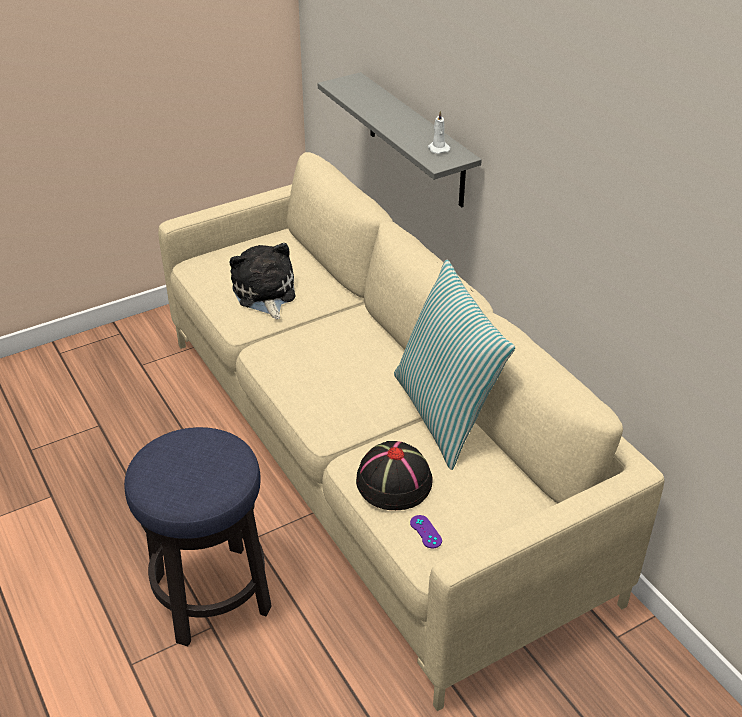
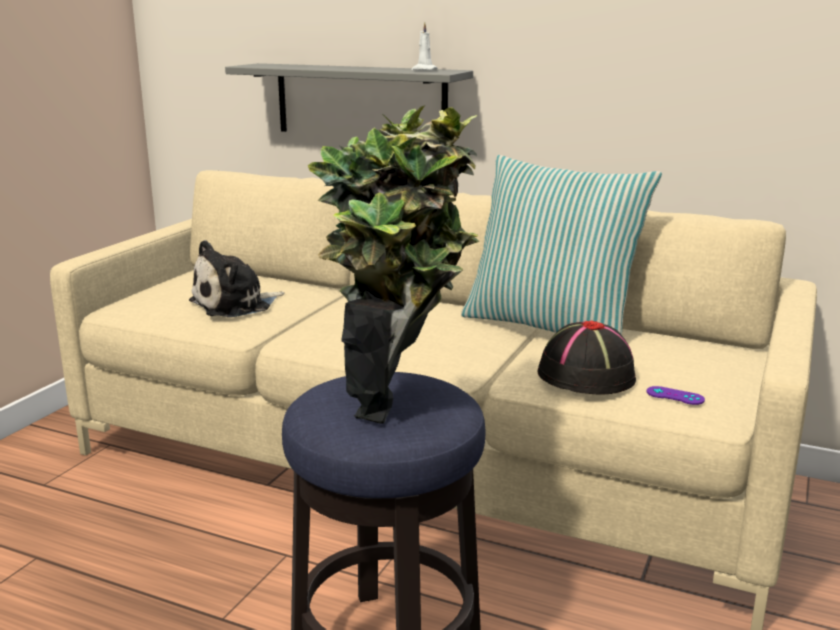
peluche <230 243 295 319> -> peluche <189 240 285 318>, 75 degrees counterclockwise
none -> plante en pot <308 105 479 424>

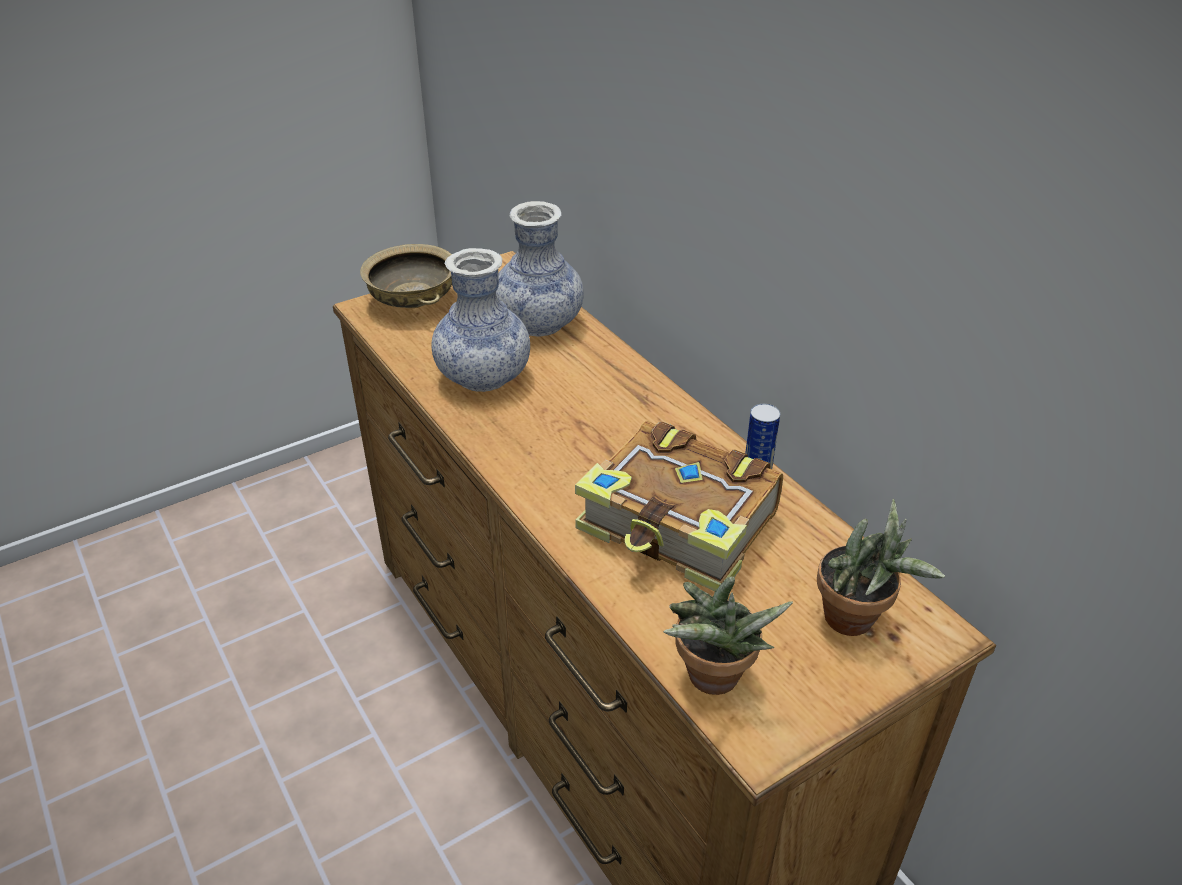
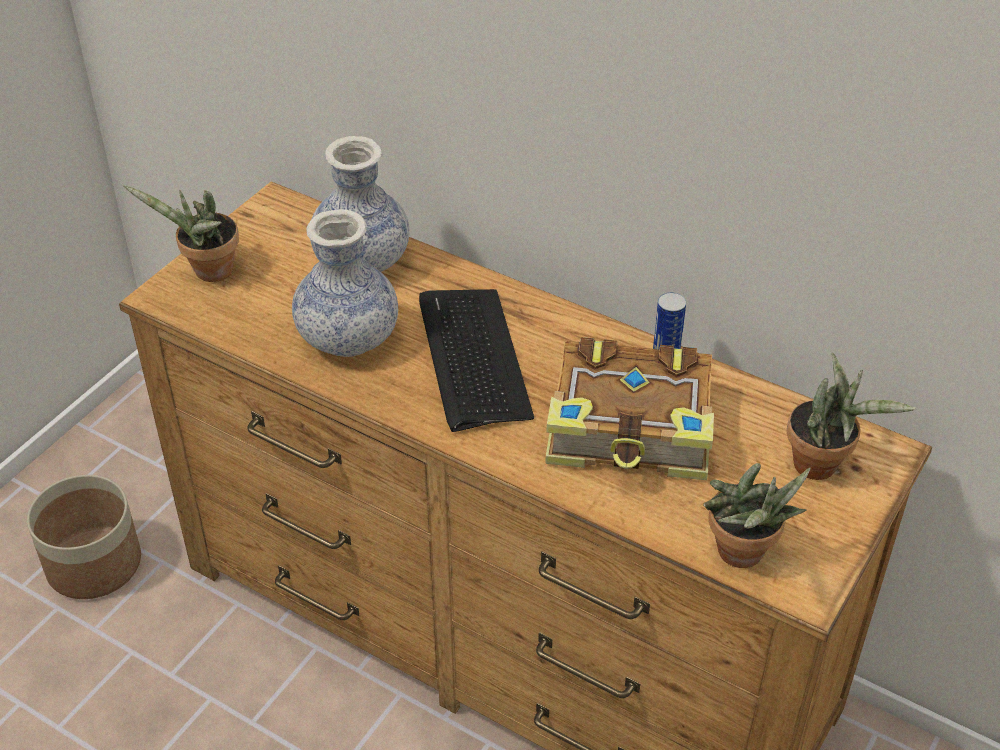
none -> cache-pot <27 475 141 599>
bol/beige <360 244 452 308> -> plante en pot <123 185 239 282>
none -> clavier <419 289 534 432>

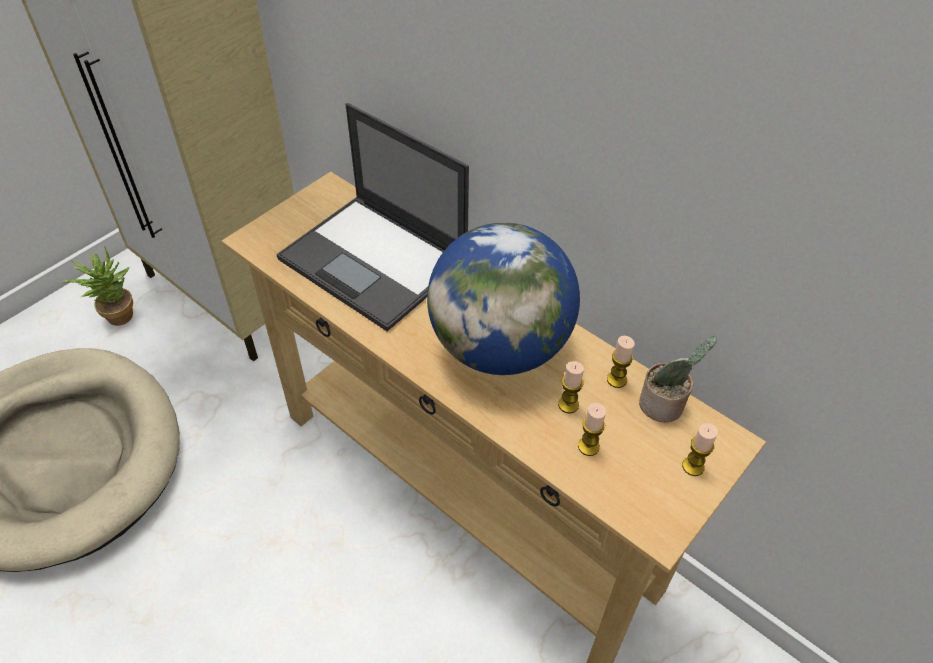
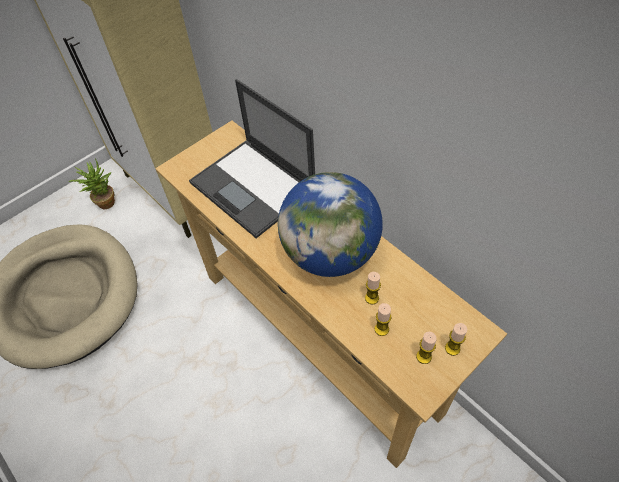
bougie <607 336 635 388> -> bougie <416 332 436 364>, move
plante en pot <639 336 717 422> -> none

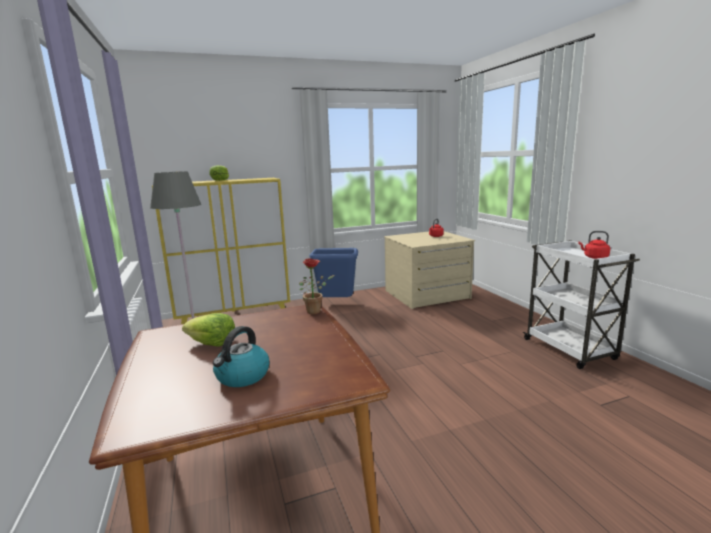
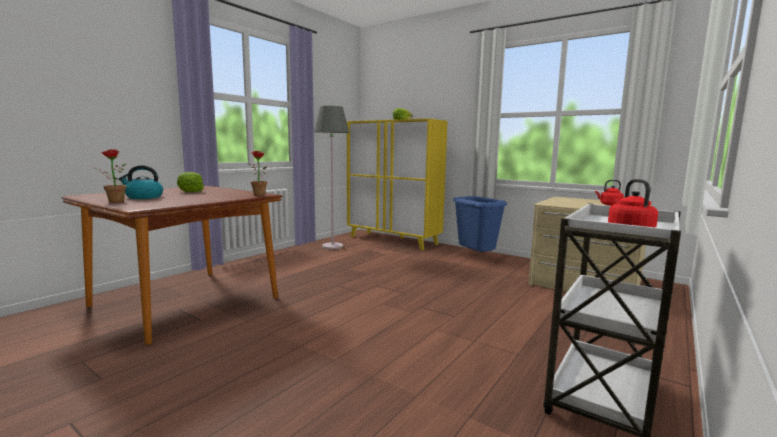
none -> plante en pot <92 149 126 203>

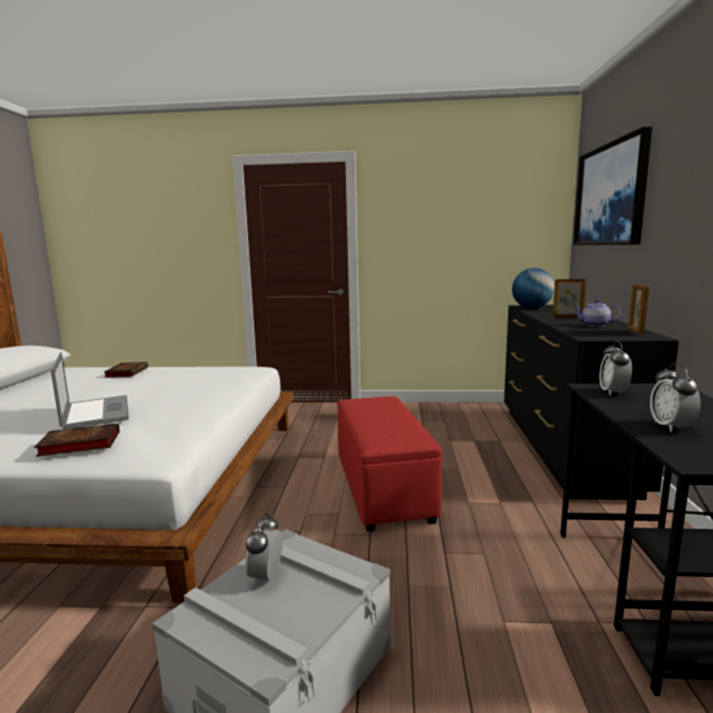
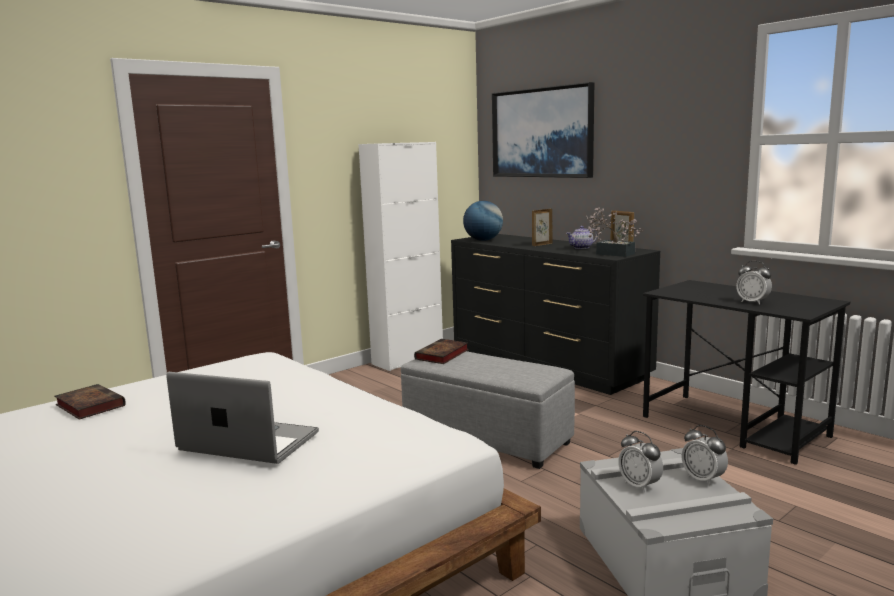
none -> meuble de rangement/blanc <359 142 443 371>
pouf/rouge <337 396 442 532> -> pouf/gris <401 351 575 469>
livre <34 423 120 457> -> livre <414 339 469 364>, move
none -> plante en pot <586 208 642 257>
réveil <599 341 632 396> -> réveil <682 425 728 486>, move

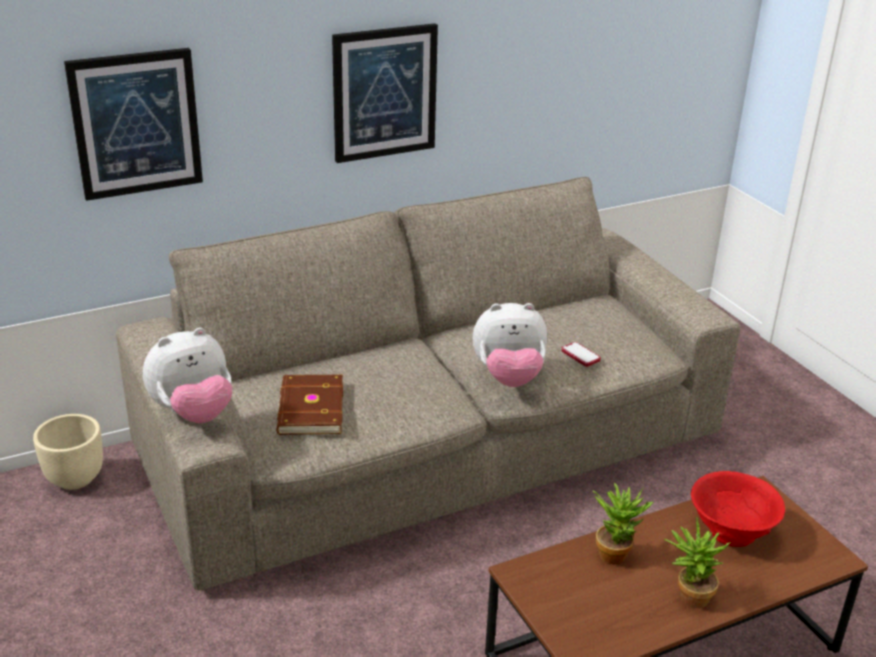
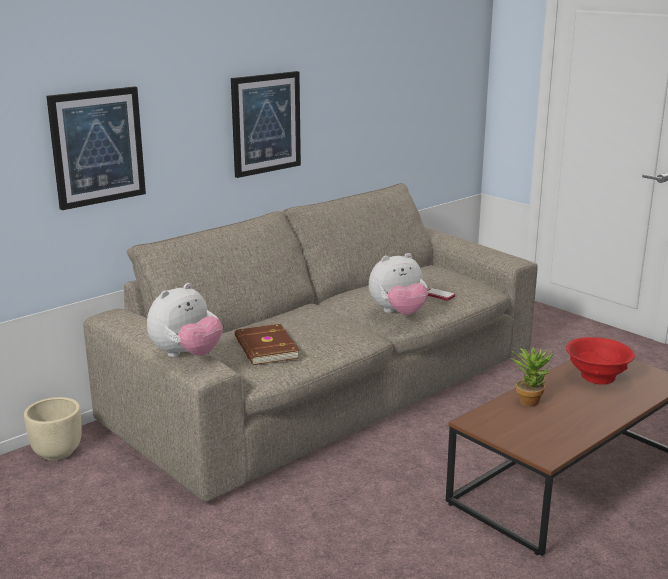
plante en pot <664 518 731 608> -> none

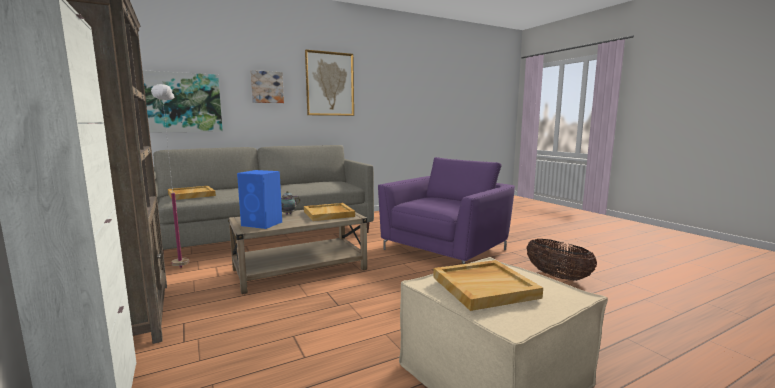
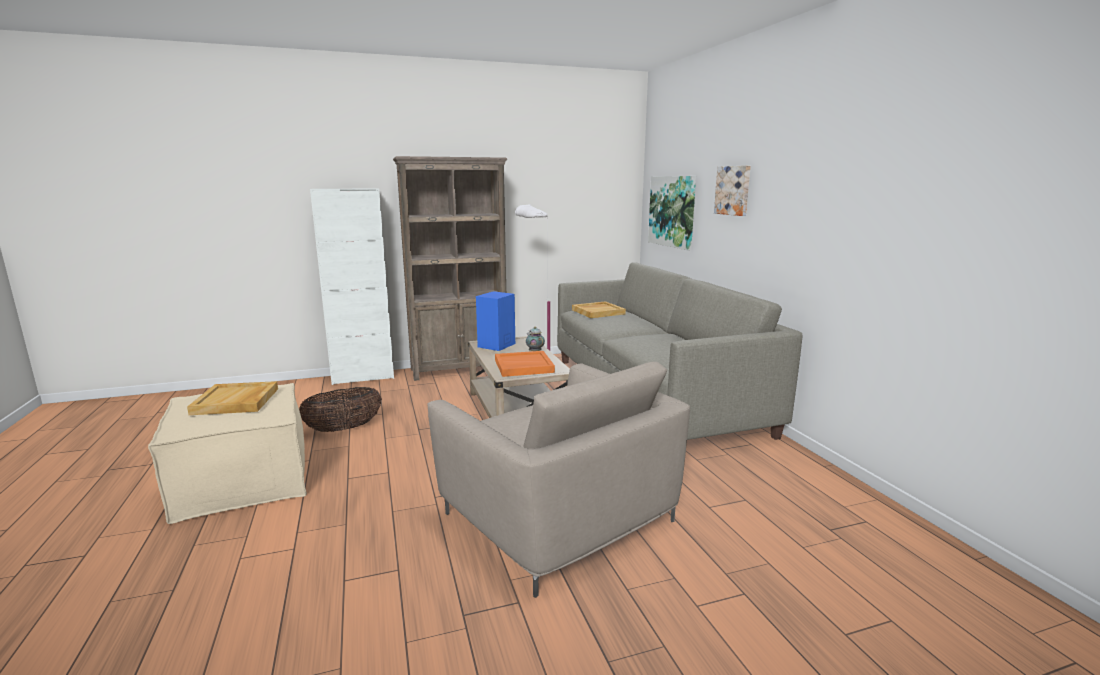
panier <526 239 597 281> -> panier <299 387 382 432>, move
fauteuil/violet <378 157 515 264> -> fauteuil/beige <427 362 690 598>
plateau/beige <304 203 355 221> -> plateau/orange <495 351 555 377>
tableau <305 50 354 116> -> none

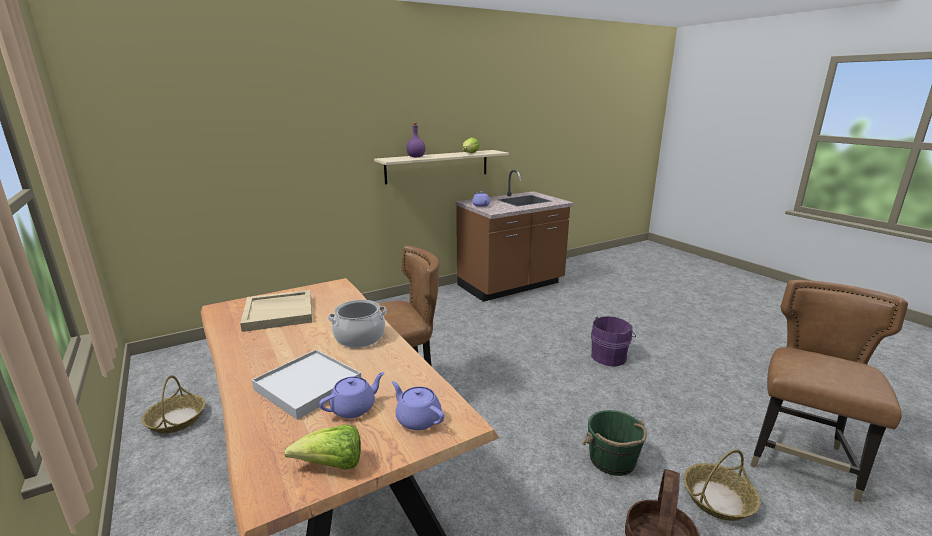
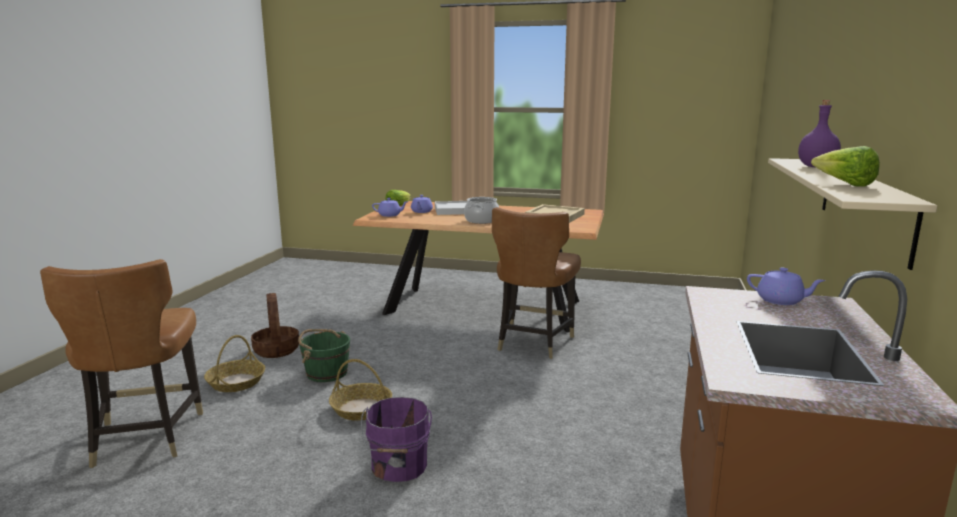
panier <142 375 205 434> -> panier <329 359 392 421>, move

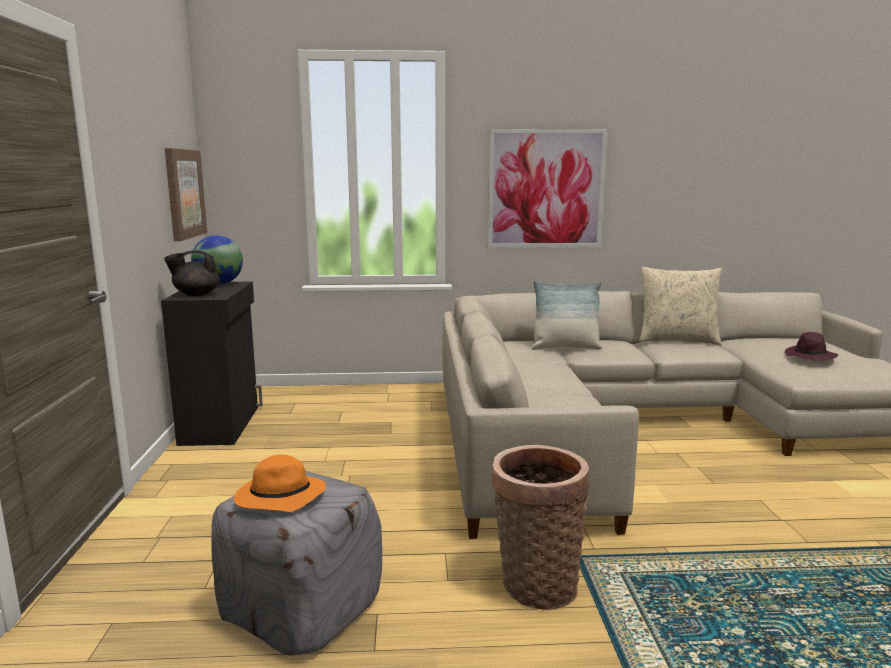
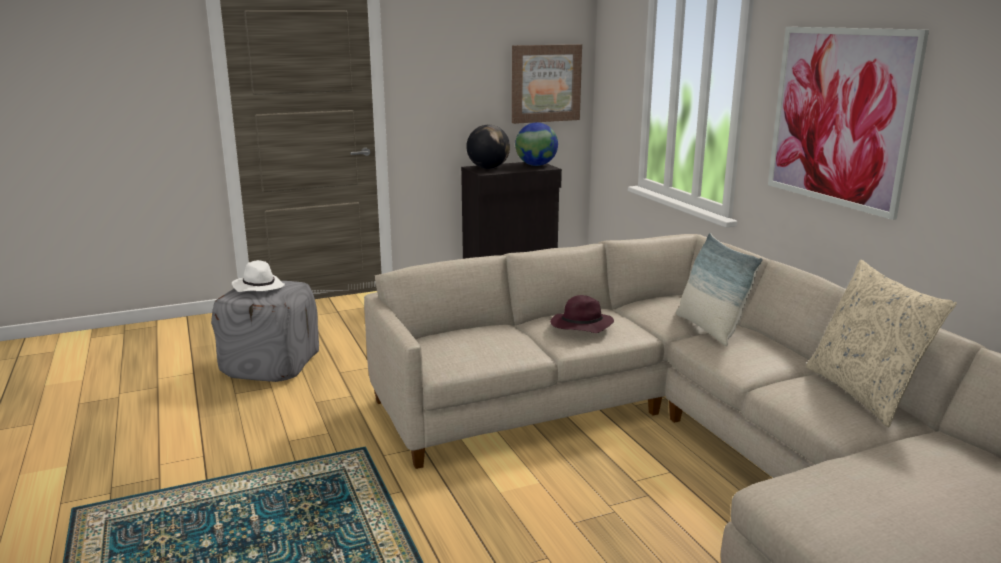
chapeau/orange <234 454 326 512> -> chapeau/blanc <232 260 285 292>
théière/noir <164 250 220 296> -> globe <466 125 510 169>
chapeau/violet <785 332 838 361> -> chapeau/violet <550 295 614 333>, move
panier <491 445 590 610> -> none

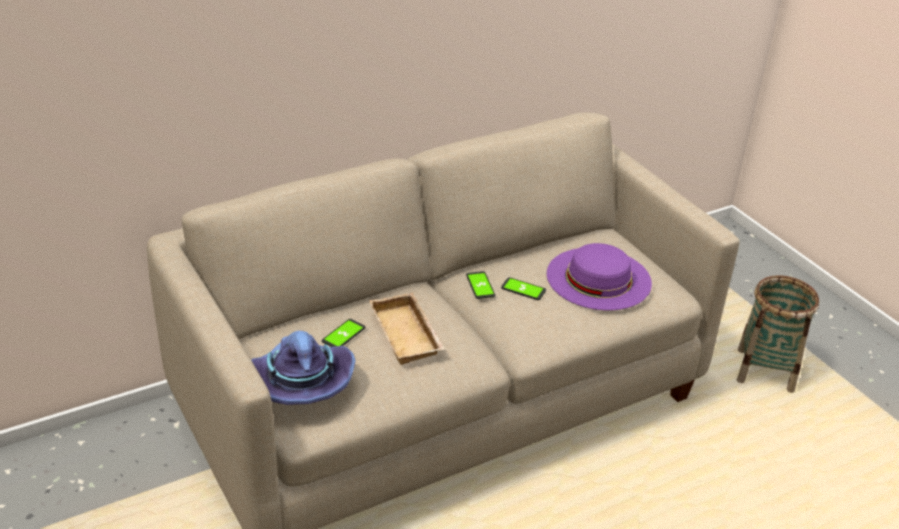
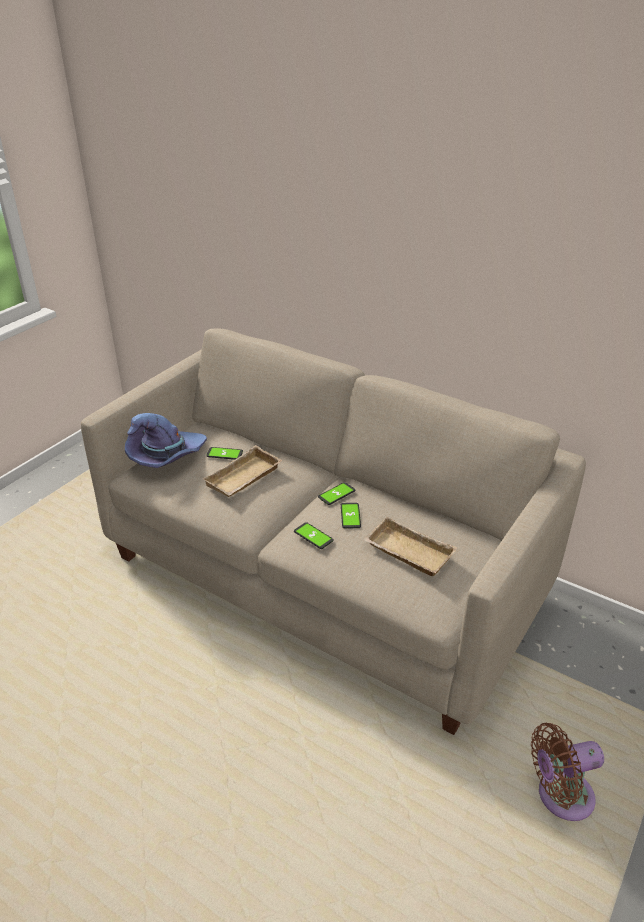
none -> téléphone <294 522 334 549>
chapeau/violet <547 243 652 310> -> plateau/beige <363 517 457 576>
panier <737 275 819 393> -> ventilateur/marron <531 723 604 821>

